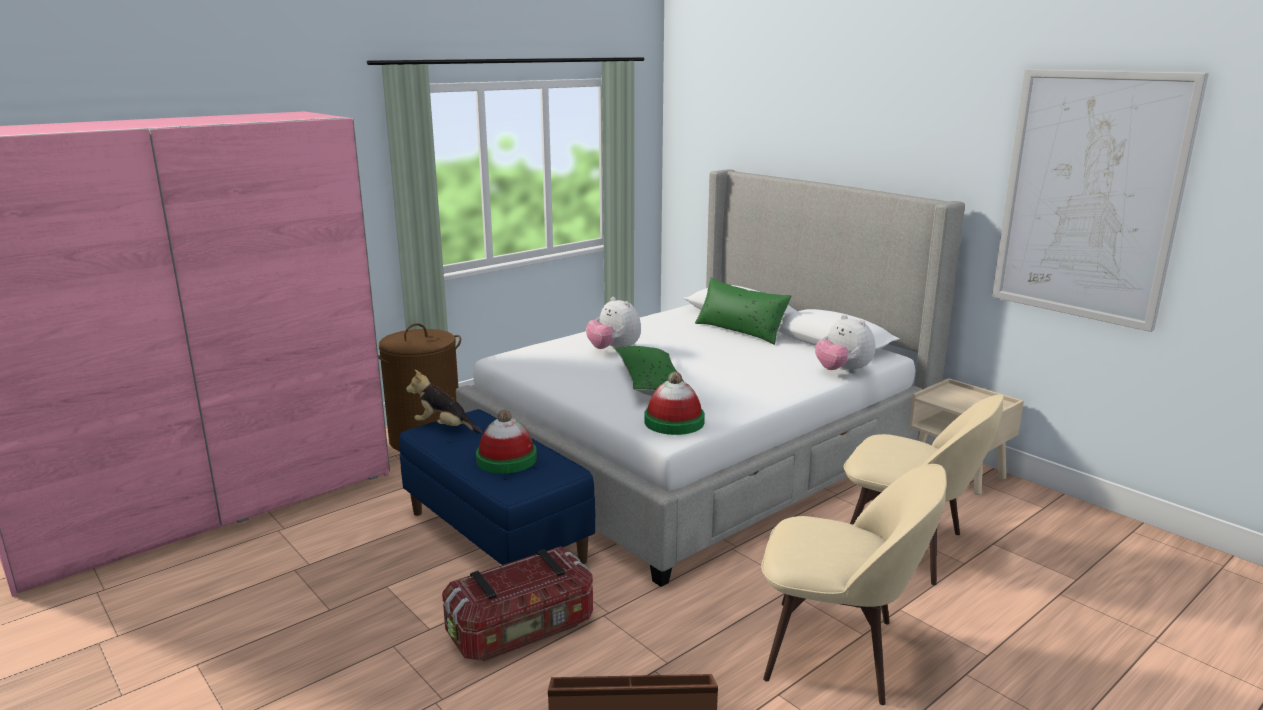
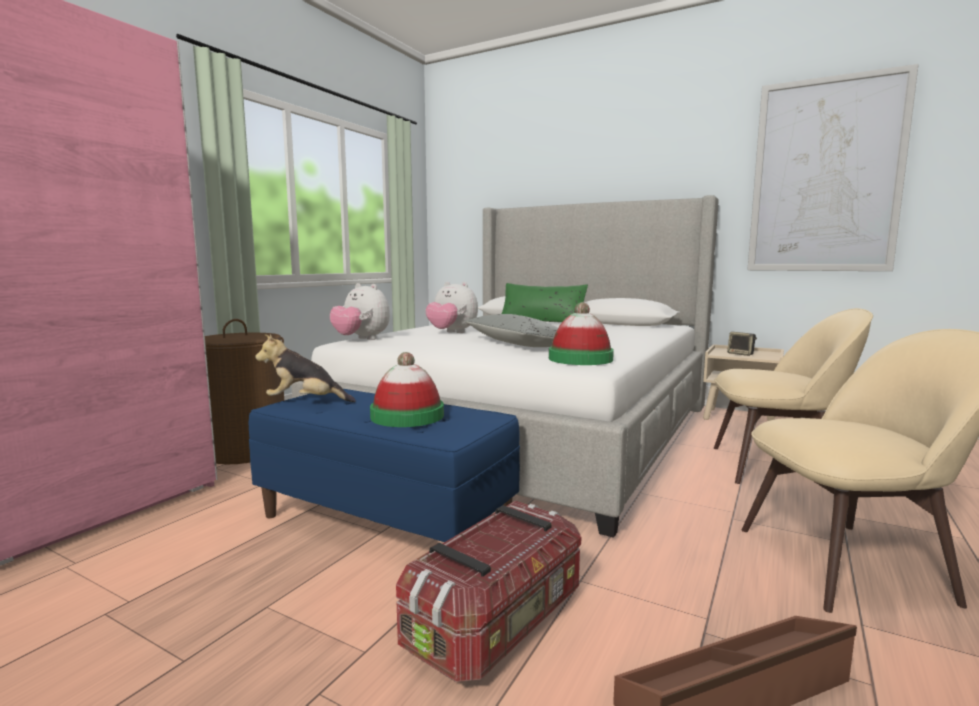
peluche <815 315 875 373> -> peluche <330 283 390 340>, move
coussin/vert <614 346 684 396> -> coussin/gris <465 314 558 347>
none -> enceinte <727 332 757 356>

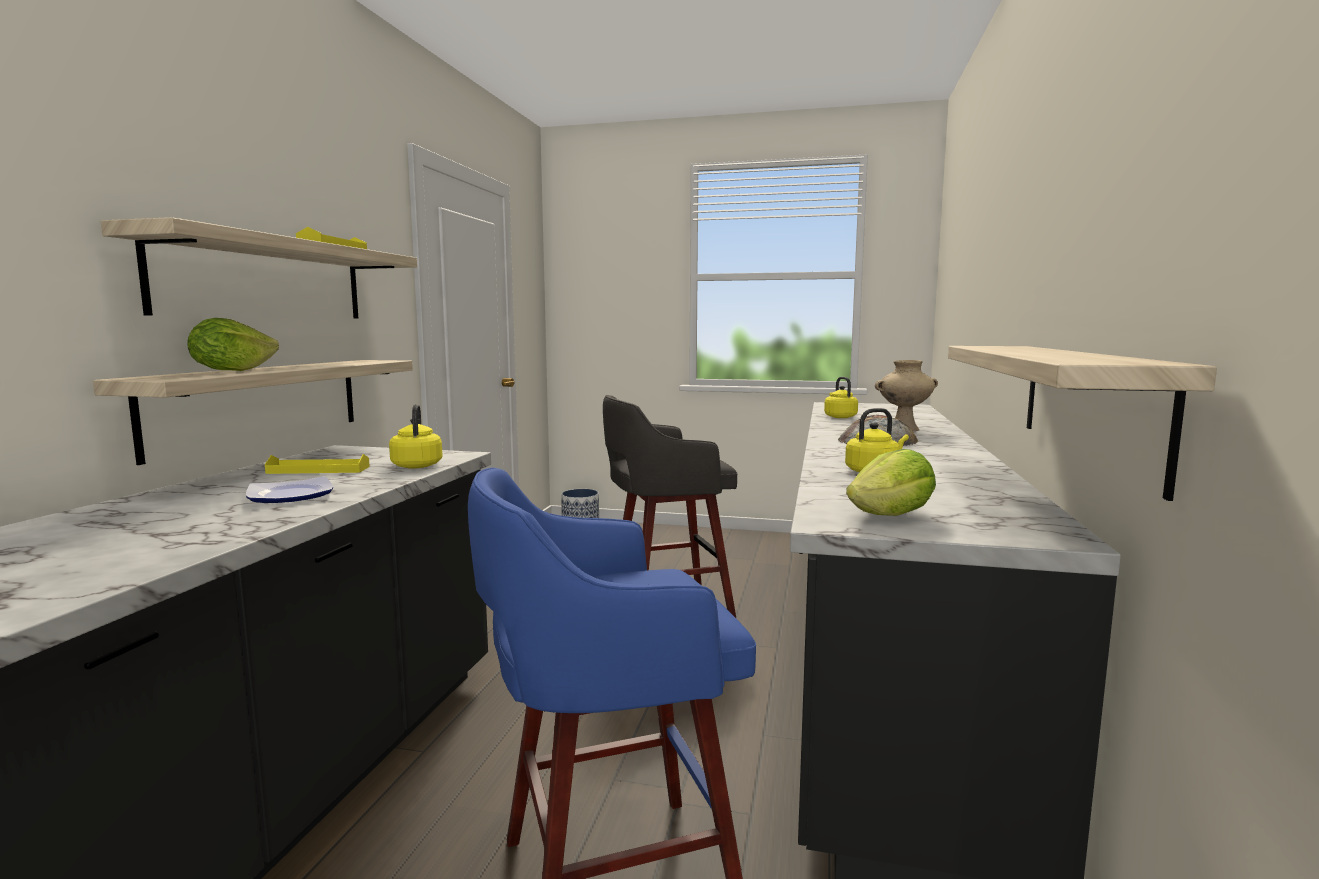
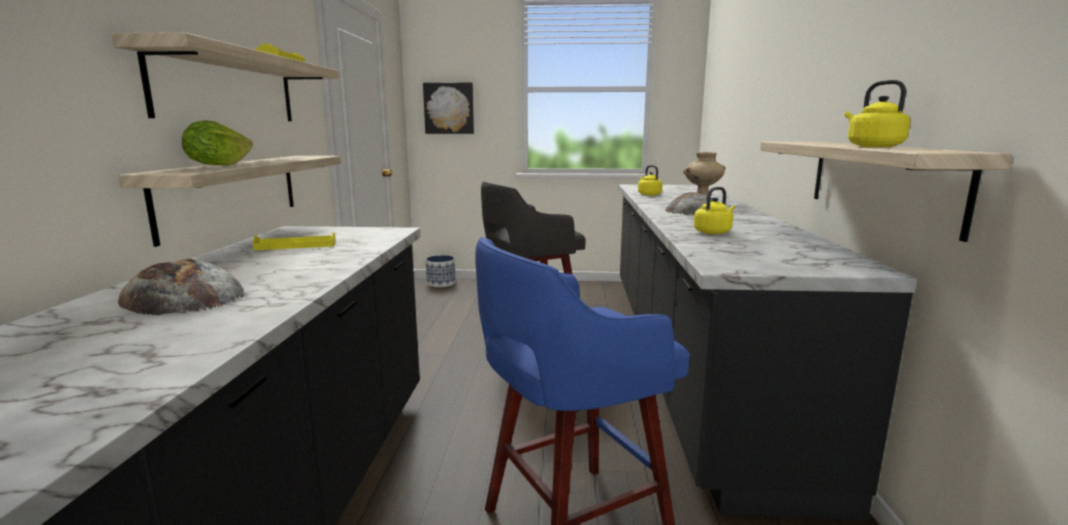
none -> pain <118 259 245 315>
none -> tableau <423 82 474 134>
bouilloire/jaune <389 404 443 469> -> bouilloire/jaune <845 80 910 147>, move
assiette <246 476 333 503> -> none
laitue <846 449 936 516> -> none

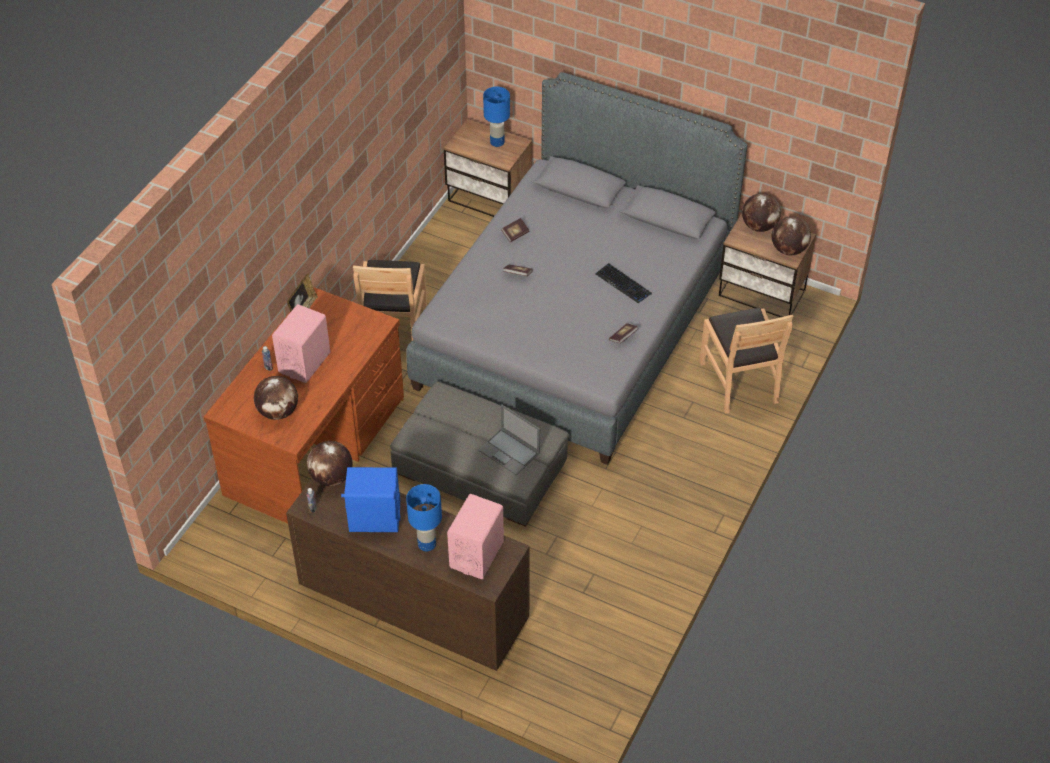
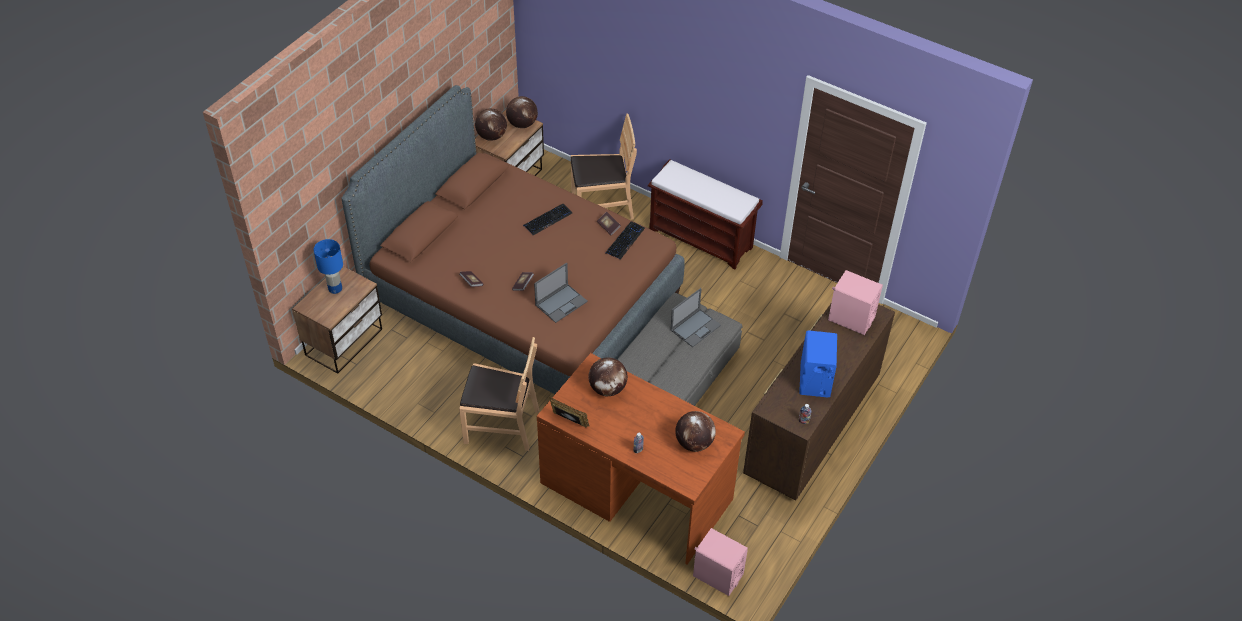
lit/gris <406 72 747 465> -> lit/marron <341 85 685 394>
none -> ordinateur portable <534 263 588 323>
globe <307 441 353 486> -> globe <588 357 628 396>, move
none -> clavier <605 221 645 260>
none -> banc/marron <648 159 763 269>
enceinte/rose <272 304 330 383> -> enceinte/rose <693 528 748 596>, move
lampe de table/bleu <406 484 442 552> -> none

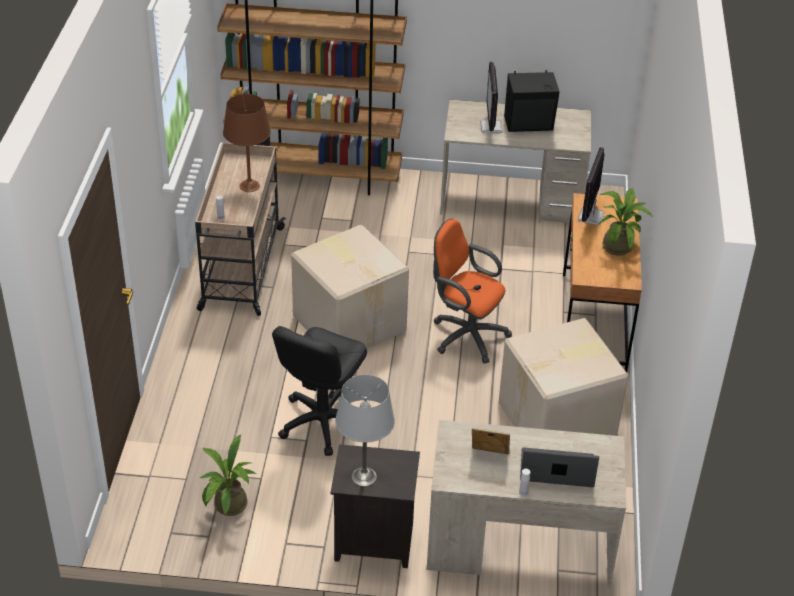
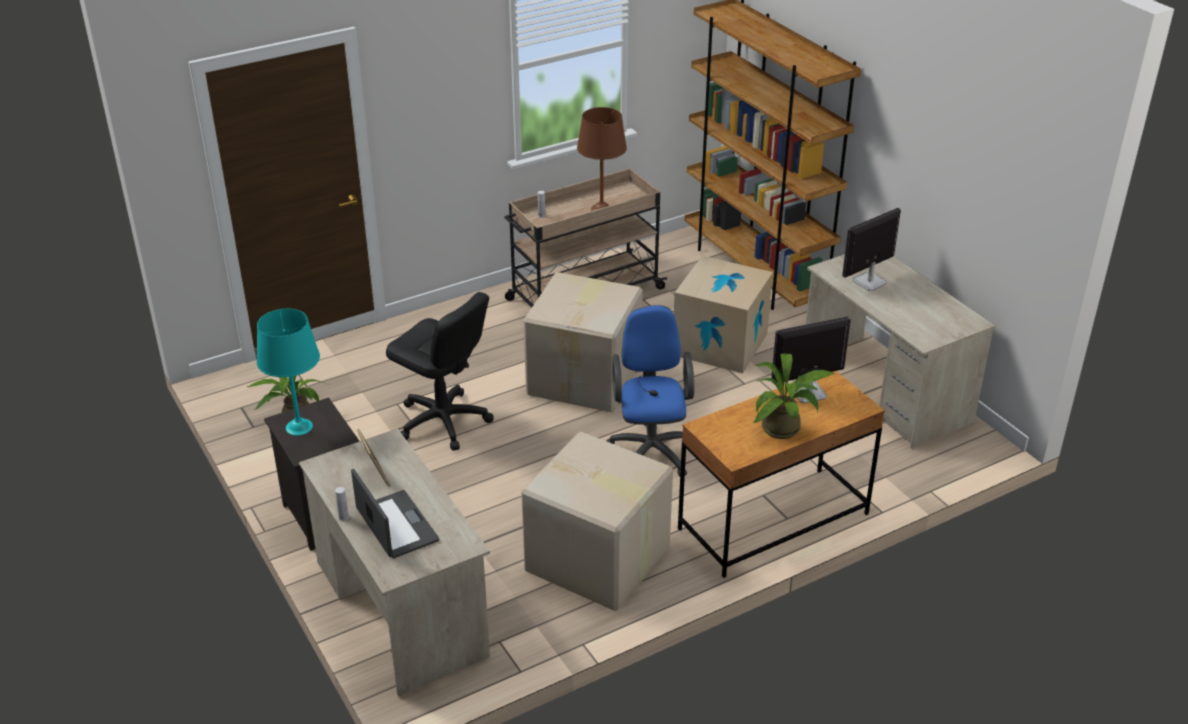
lampe de table/gris <335 375 395 486> -> lampe de table/turquoise <256 309 320 436>
chaise de bureau/noir <272 326 367 456> -> chaise de bureau/noir <386 292 494 451>, 135 degrees counterclockwise
chaise de bureau/orange <433 219 512 364> -> chaise de bureau/bleu <607 305 694 476>
none -> carton <674 256 773 374>
enceinte/noir <504 70 560 132> -> none

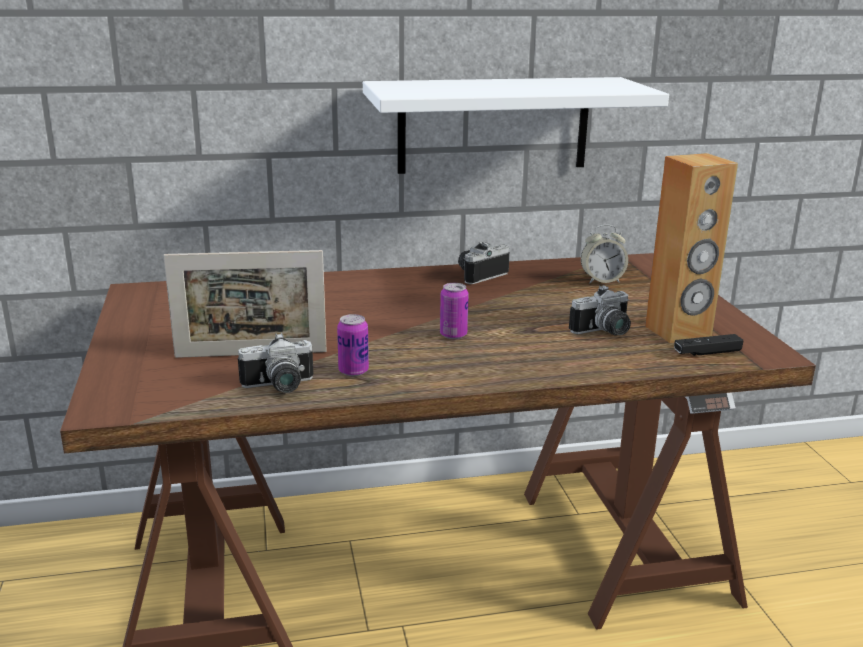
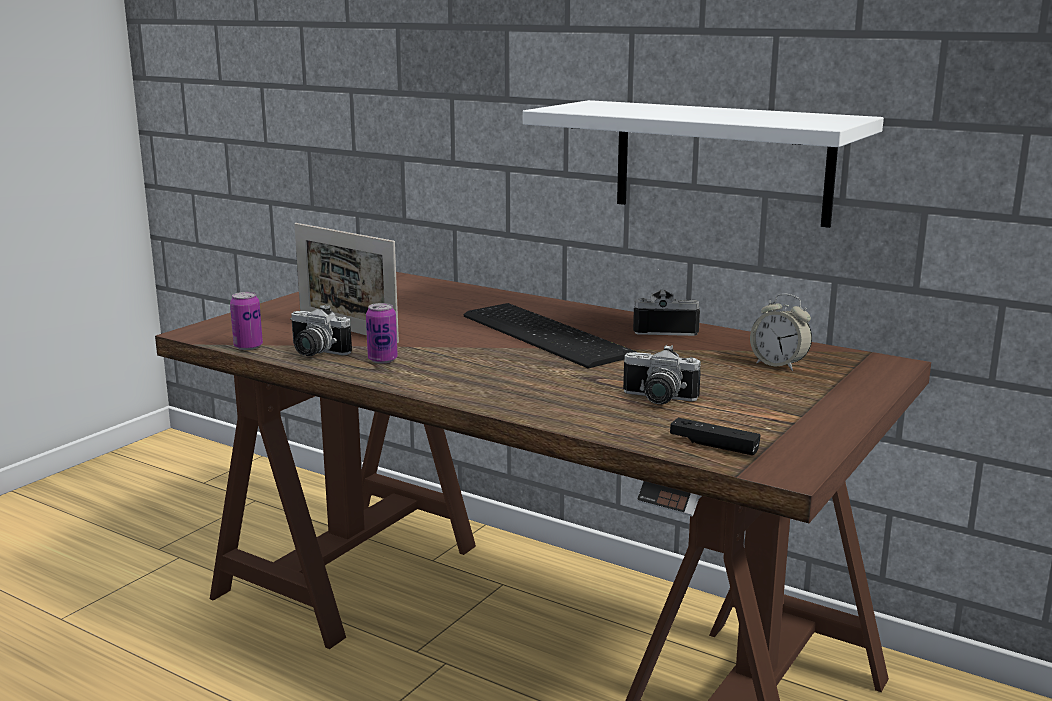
boîte métallique <440 283 469 339> -> boîte métallique <230 292 263 350>, move
none -> clavier <464 303 636 368>
enceinte/marron <645 153 738 343> -> none

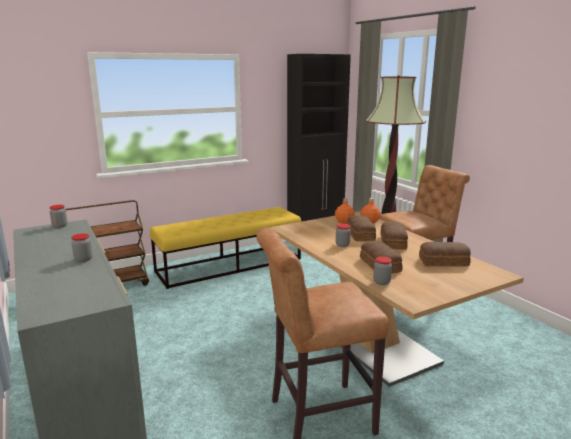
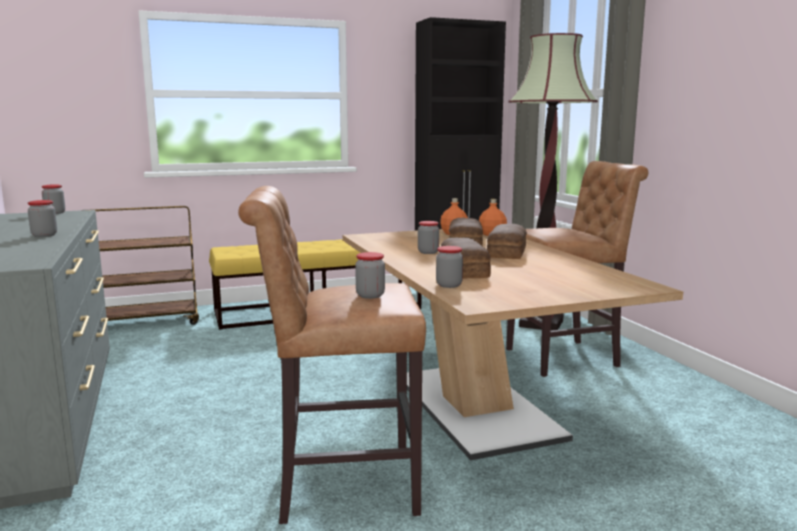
none -> bocal <355 252 385 299>
pain <419 242 471 267> -> none

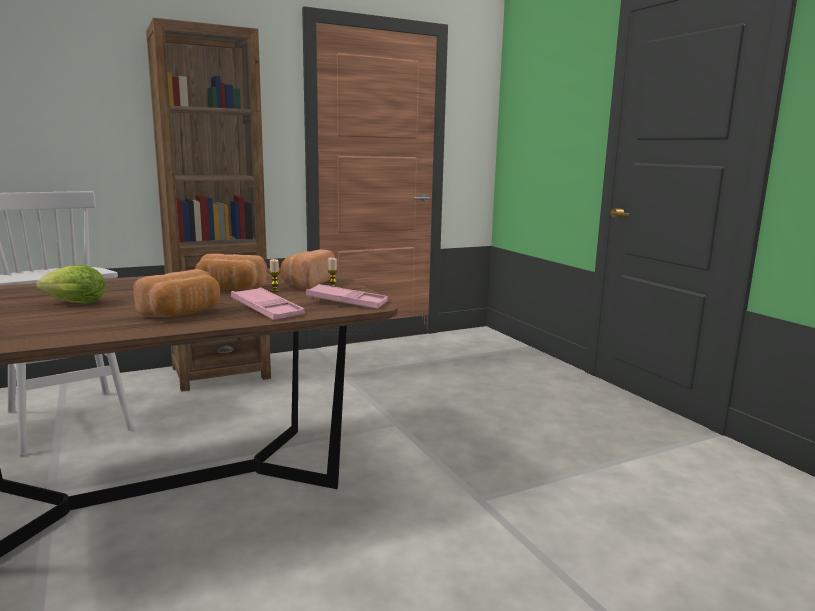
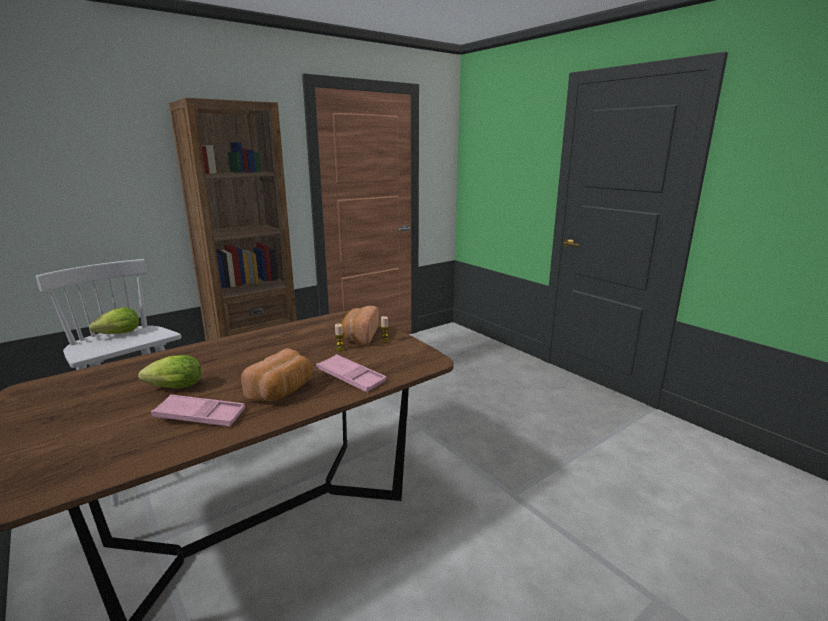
none -> laitue <89 307 139 334>
plateau/rose <306 284 388 308> -> plateau/rose <151 394 245 426>, move
pain <195 254 267 290> -> none

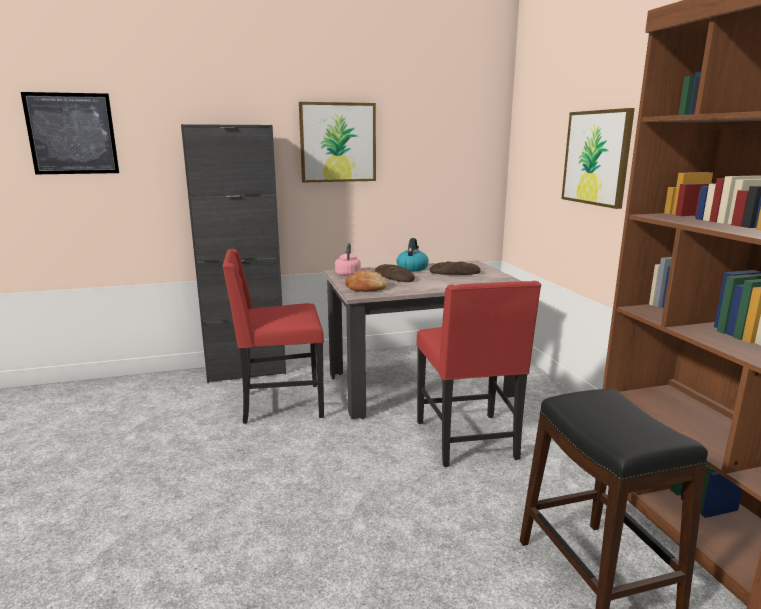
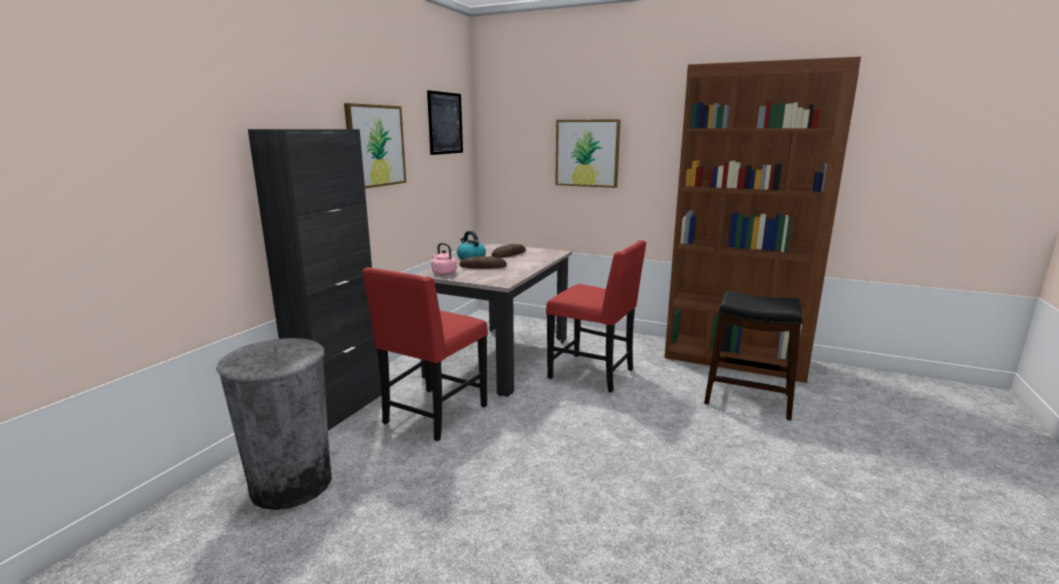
none -> poubelle/gris <216 338 332 510>
tableau <21 92 119 174> -> tableau <427 90 463 155>, move
pain <345 270 387 292> -> none

